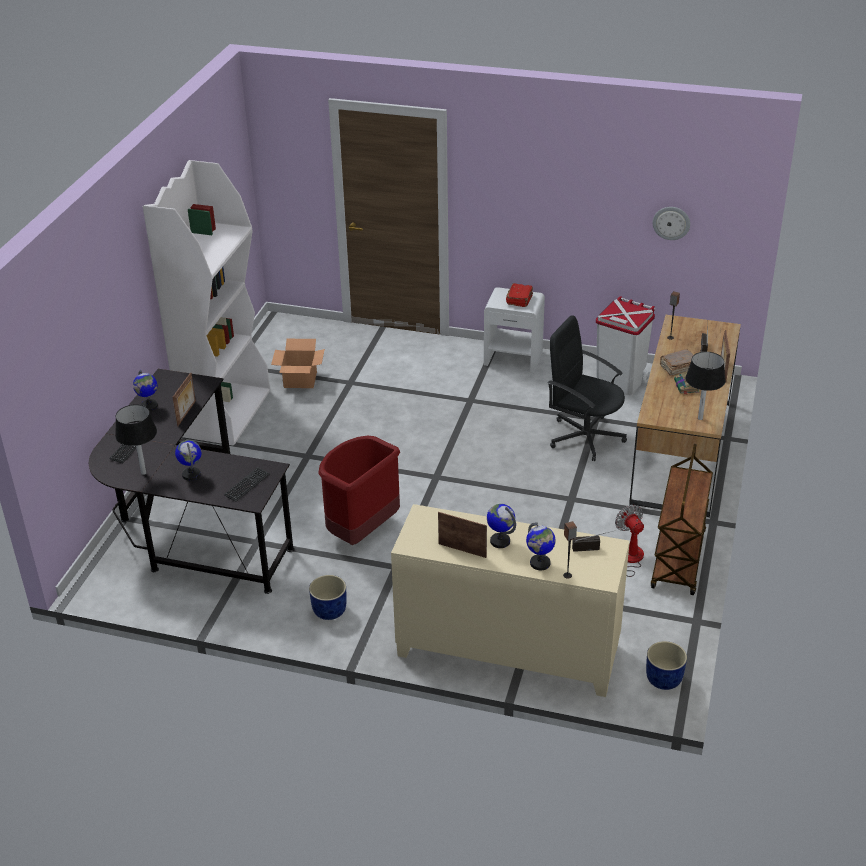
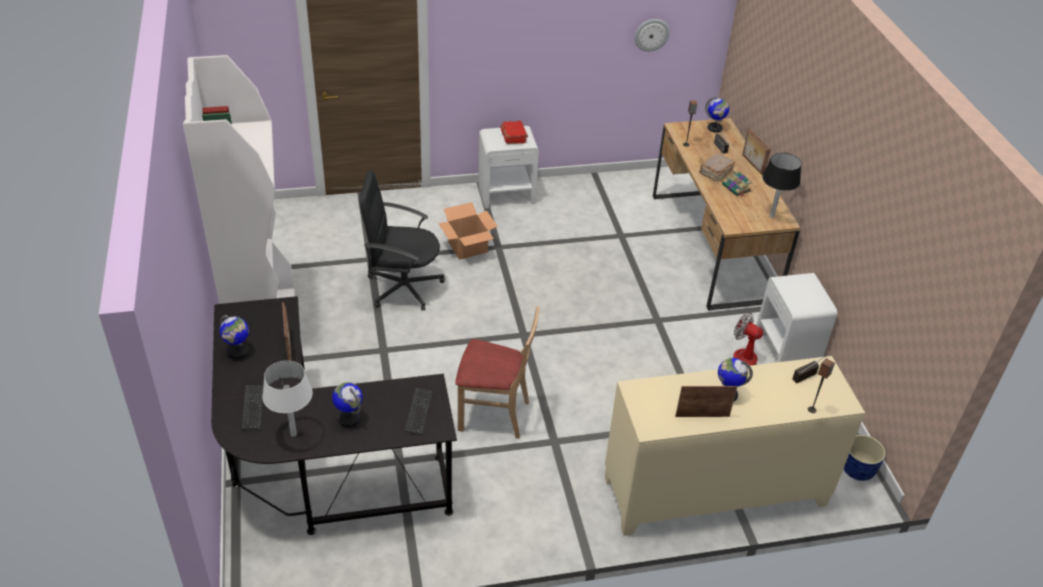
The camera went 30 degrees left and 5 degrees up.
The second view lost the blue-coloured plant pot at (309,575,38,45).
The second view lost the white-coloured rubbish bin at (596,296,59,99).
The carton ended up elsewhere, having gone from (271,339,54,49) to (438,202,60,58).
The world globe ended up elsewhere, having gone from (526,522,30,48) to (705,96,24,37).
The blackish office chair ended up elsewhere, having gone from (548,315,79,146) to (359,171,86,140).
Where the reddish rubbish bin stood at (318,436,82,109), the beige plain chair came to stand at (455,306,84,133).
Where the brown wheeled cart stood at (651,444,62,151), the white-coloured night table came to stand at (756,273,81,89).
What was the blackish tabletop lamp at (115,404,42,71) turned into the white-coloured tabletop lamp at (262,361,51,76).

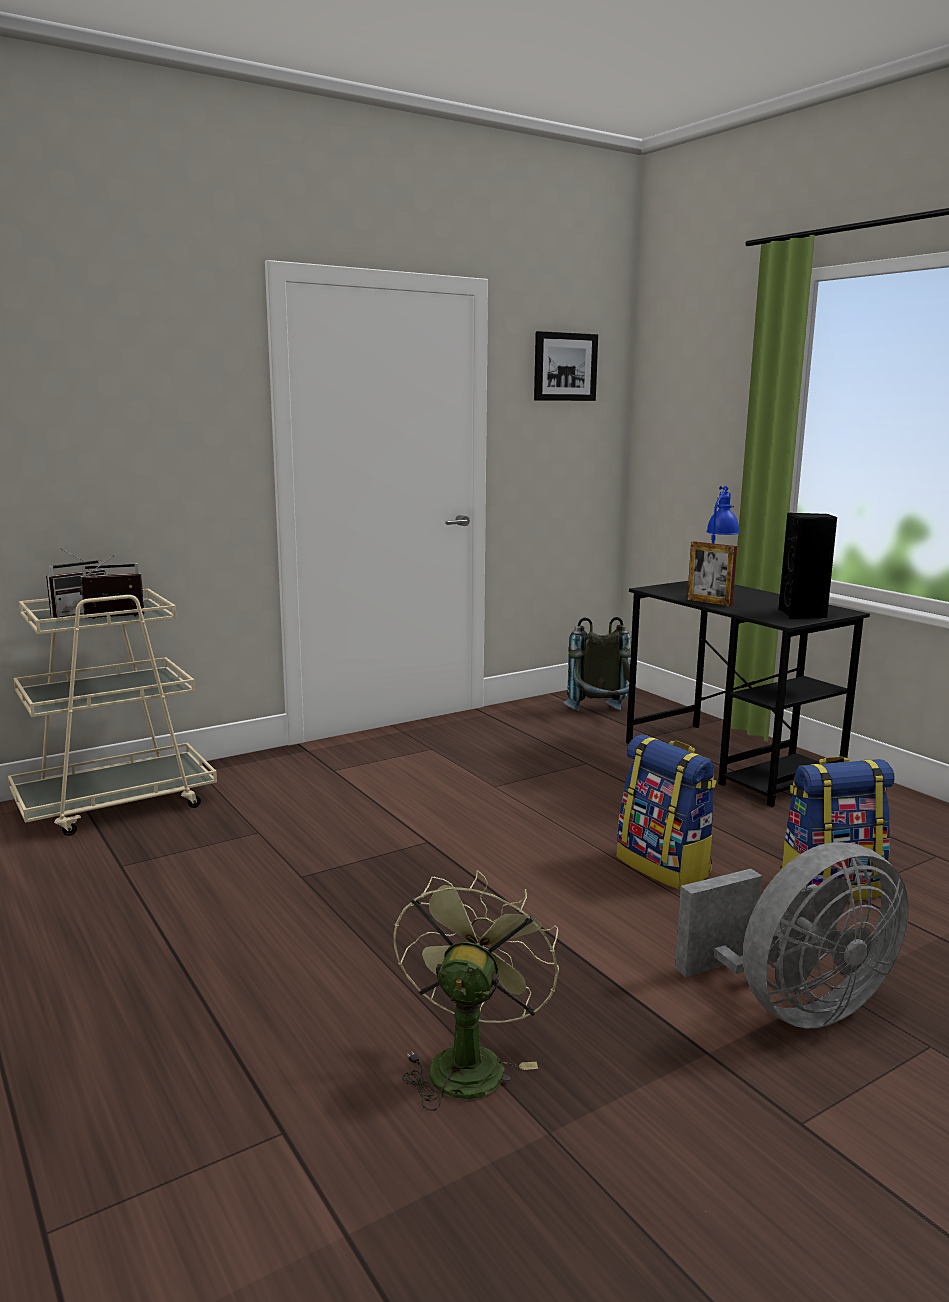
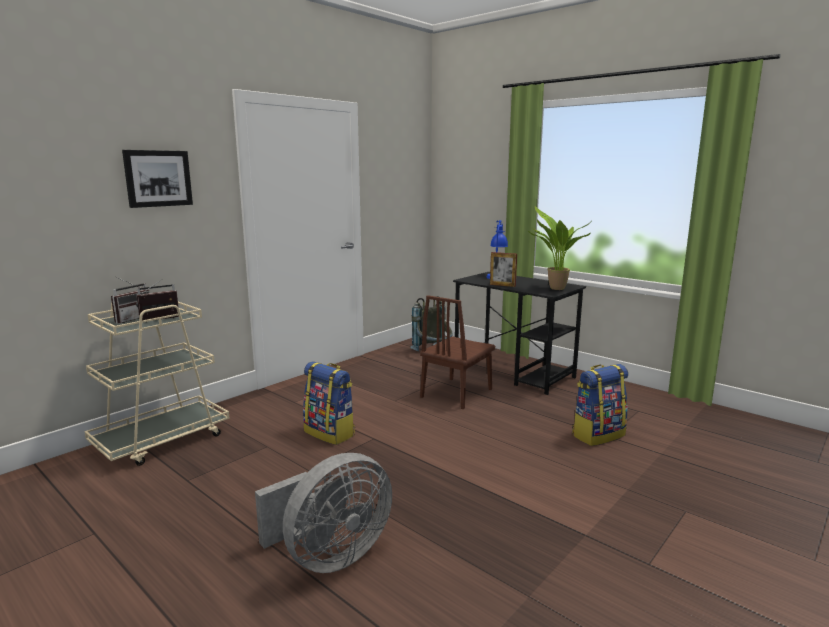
The camera went 15 degrees left and 0 degrees up.
The second view lost the green cooling fan at (393,870,166,241).
The second view gained the brown plain chair at (420,295,75,114).
The wall art ended up elsewhere, having gone from (534,331,64,70) to (122,150,71,58).
The backpack ended up elsewhere, having gone from (617,735,100,155) to (303,362,52,83).
The gray cooling fan ended up elsewhere, having gone from (675,842,234,186) to (255,453,137,120).
Where the blackish audio speaker stood at (779,513,58,106), the houseplant came to stand at (528,206,63,84).

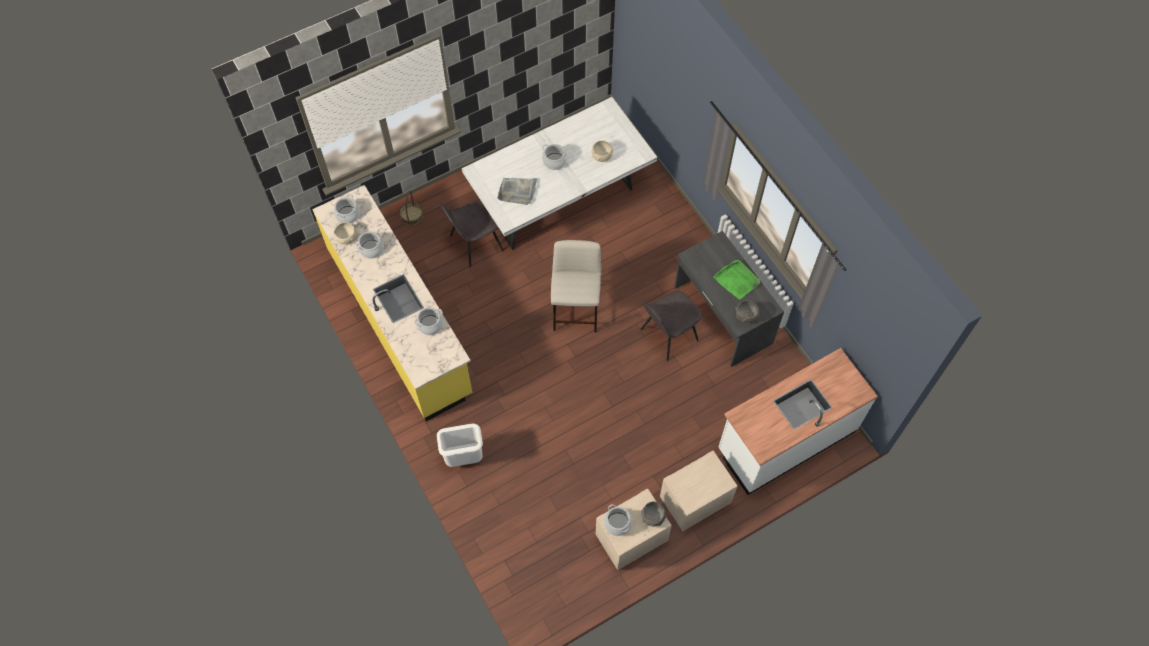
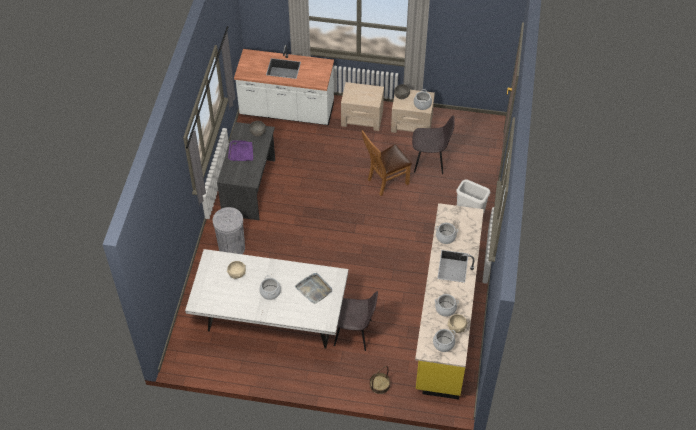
The camera went 140 degrees left and 10 degrees down.
The second view lost the beige stool at (551,240,50,93).
The second view gained the gray rubbish bin at (213,207,32,47).
The second view gained the brown plain chair at (362,130,50,66).
The gray plain chair ended up elsewhere, having gone from (641,290,61,71) to (412,115,43,59).
What was the green carrying tray at (714,260,46,40) turned into the purple-coloured carrying tray at (228,140,25,21).

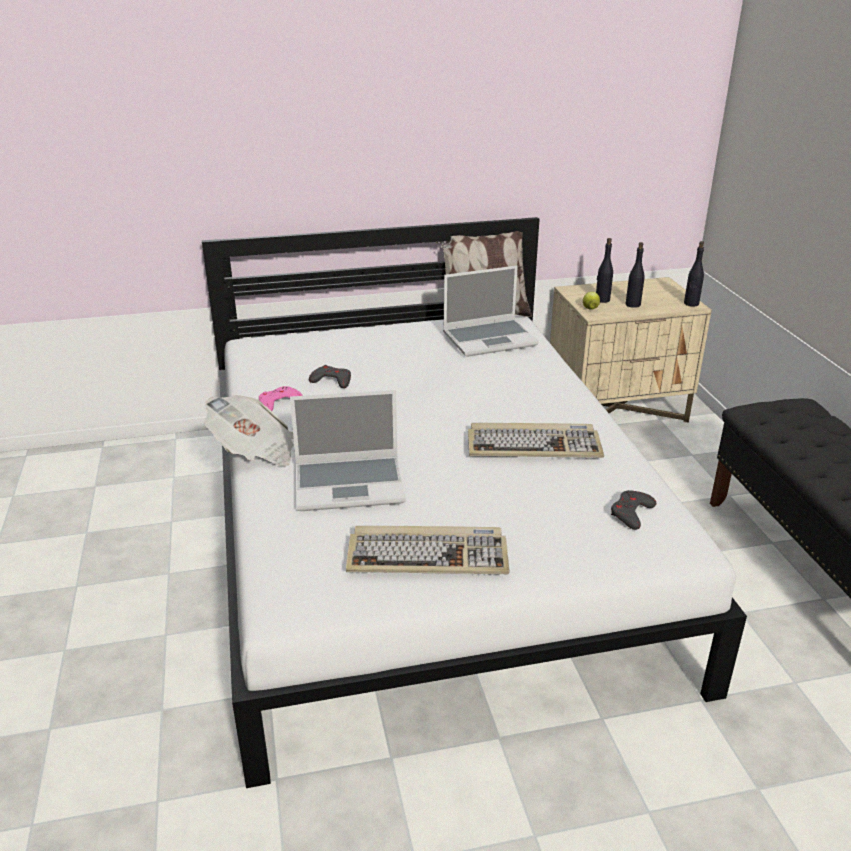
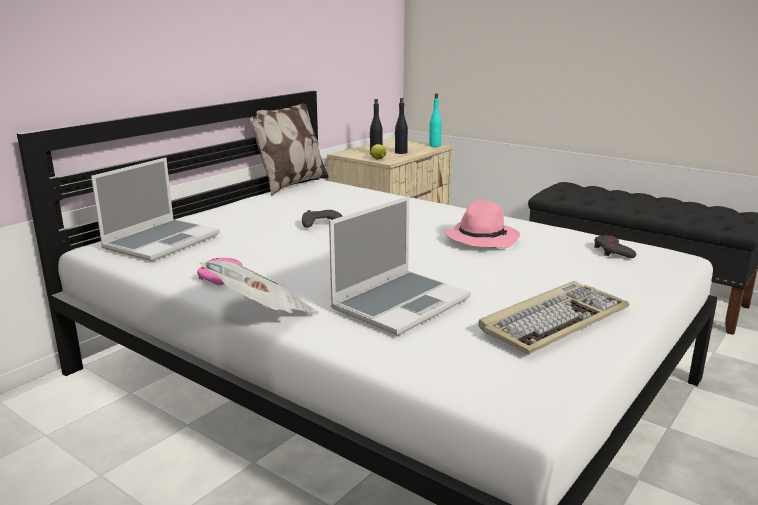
The camera went 40 degrees left and 10 degrees down.
The gray gamepad ended up elsewhere, having gone from (309,365,42,23) to (302,210,41,18).
The portable computer ended up elsewhere, having gone from (443,266,96,91) to (91,157,129,104).
Where the PC keyboard stood at (468,423,136,35), the pinkish hat came to stand at (444,200,76,48).
What was the blackish beverage bottle at (684,241,20,66) turned into the turquoise-coloured beverage bottle at (429,93,13,54).

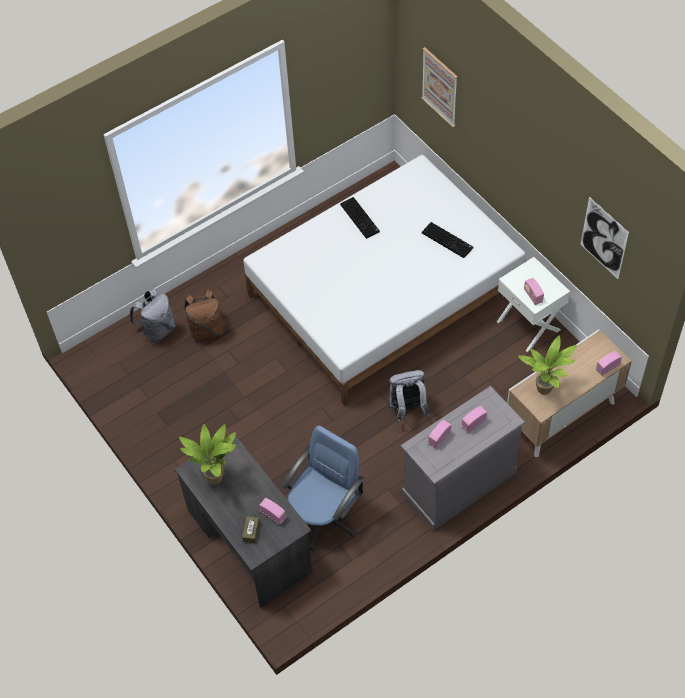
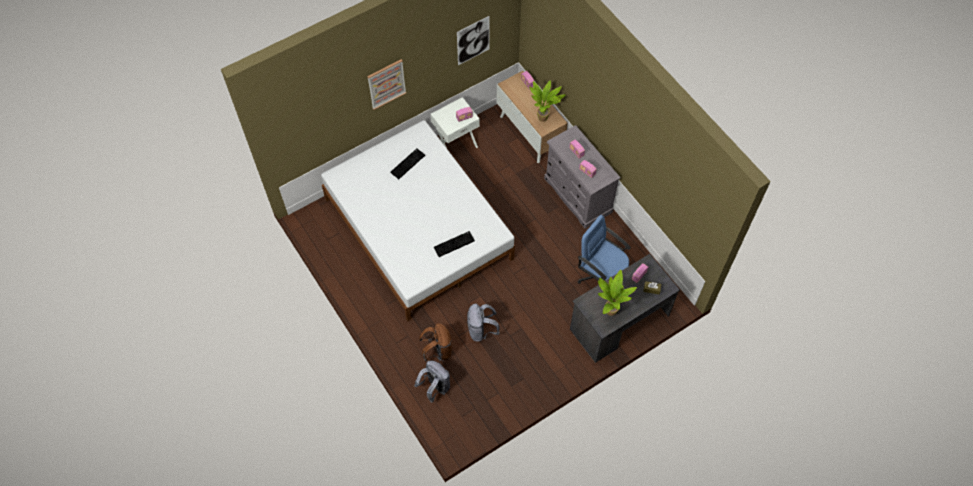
The camera went 90 degrees left and 5 degrees up.
The PC keyboard ended up elsewhere, having gone from (340,197,40,42) to (434,231,41,26).
The gray backpack ended up elsewhere, having gone from (389,370,41,53) to (467,304,33,38).
The wall art ended up elsewhere, having gone from (421,47,37,81) to (367,59,39,51).

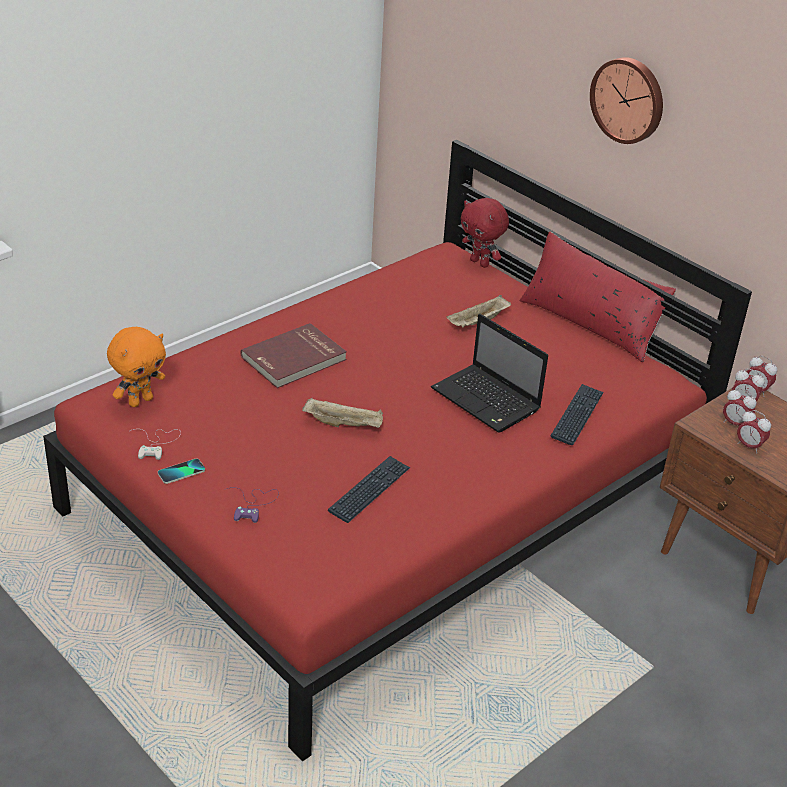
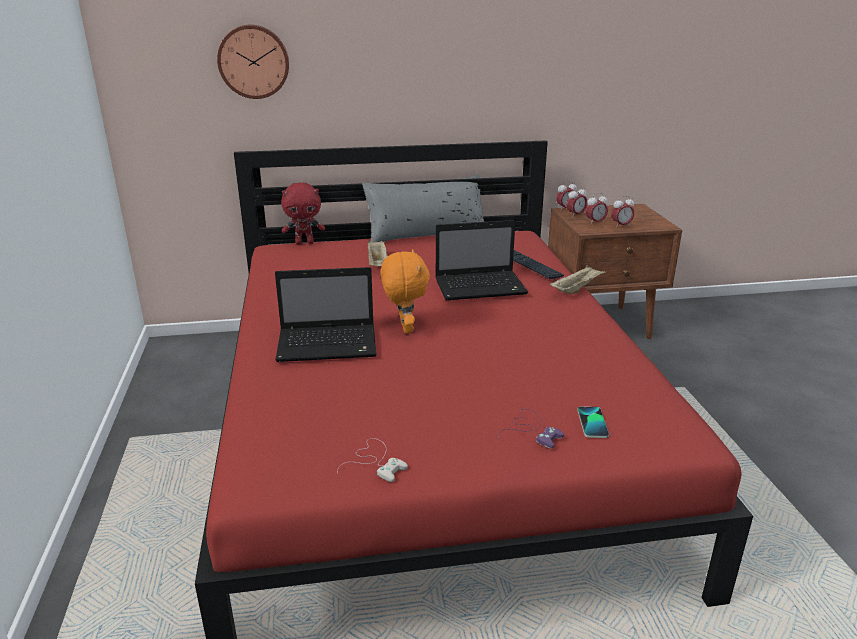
The camera went 55 degrees left and 10 degrees down.
The second view lost the PC keyboard at (328,456,82,67).
The orange-coloured plush toy ended up elsewhere, having gone from (107,327,59,80) to (381,249,49,84).
The handset ended up elsewhere, having gone from (158,459,47,25) to (577,406,32,32).
The beige carrying tray ended up elsewhere, having gone from (302,398,81,30) to (550,265,56,29).
The hanging clock ended up elsewhere, having gone from (590,57,73,87) to (217,25,72,74).
Where the reddish bound book stood at (241,323,106,65), the portable computer came to stand at (275,267,101,95).
What was the reddish pillow at (520,231,156,131) turned into the gray pillow at (362,174,122,68).

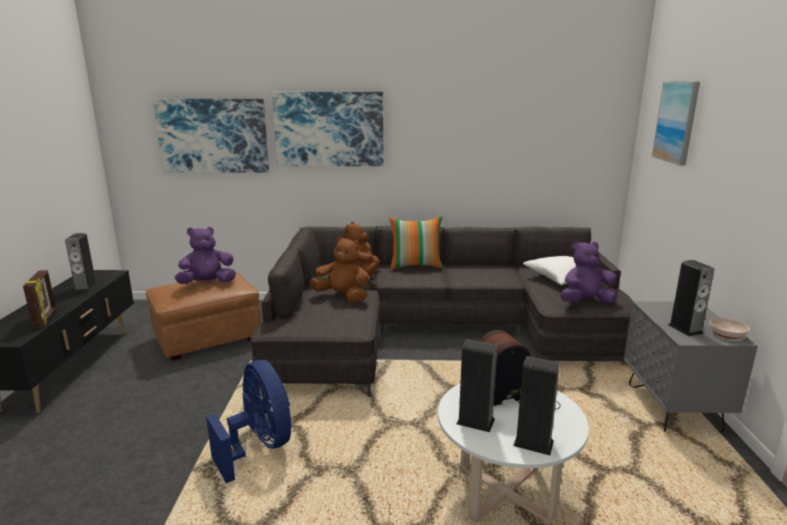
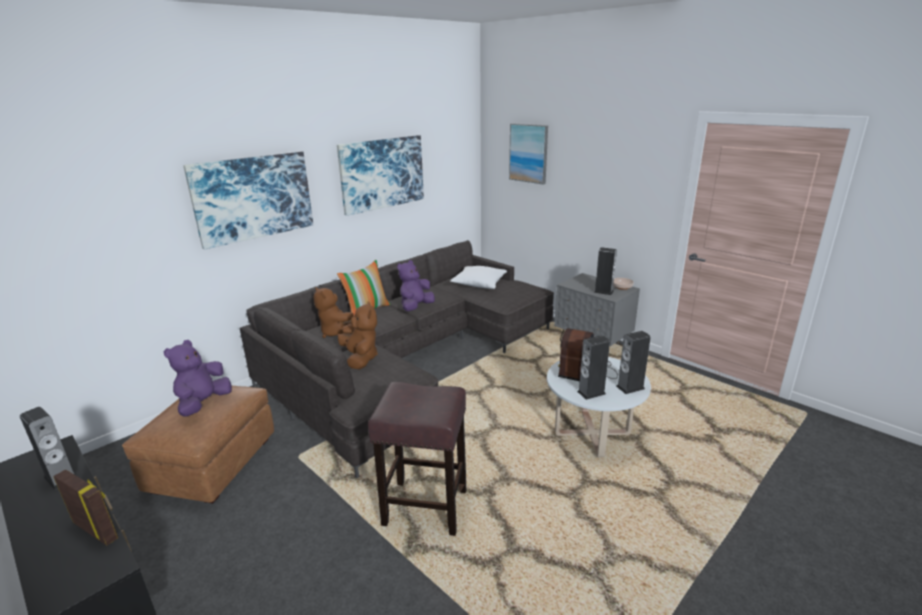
The camera went 45 degrees left and 5 degrees up.
The wall art ended up elsewhere, having gone from (153,99,116,74) to (337,135,87,81).
The purple-coloured plush toy ended up elsewhere, having gone from (561,241,56,63) to (397,260,38,51).
Where the blue-coloured cooling fan stood at (206,360,85,123), the brown stool came to stand at (368,382,98,154).
The brown plush toy at (309,236,60,67) ended up facing another way, 90 degrees clockwise from before.

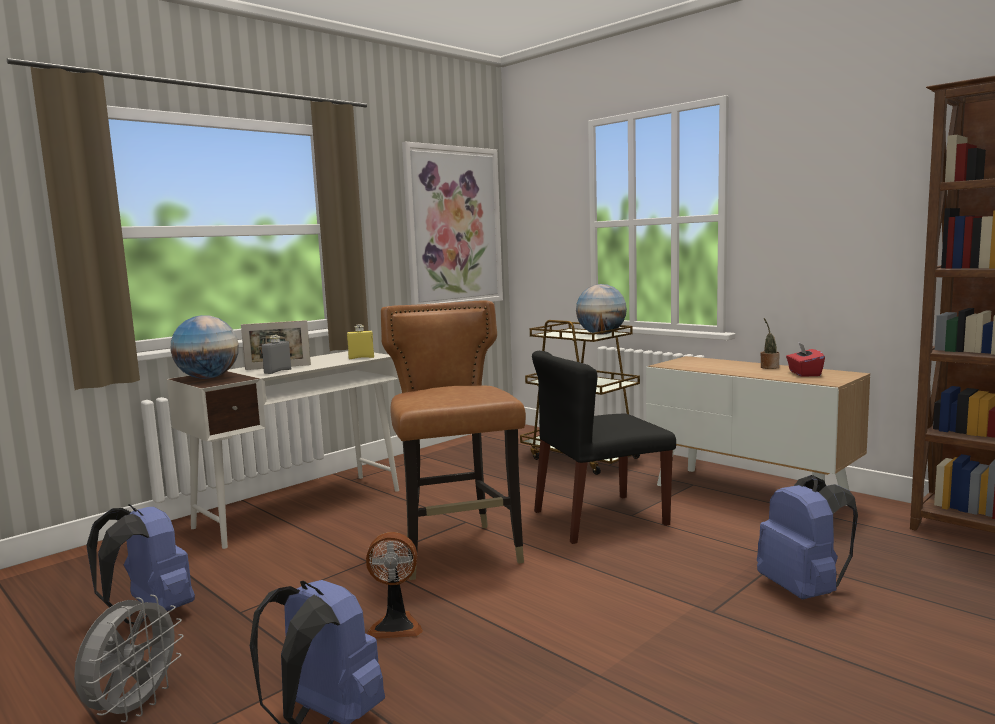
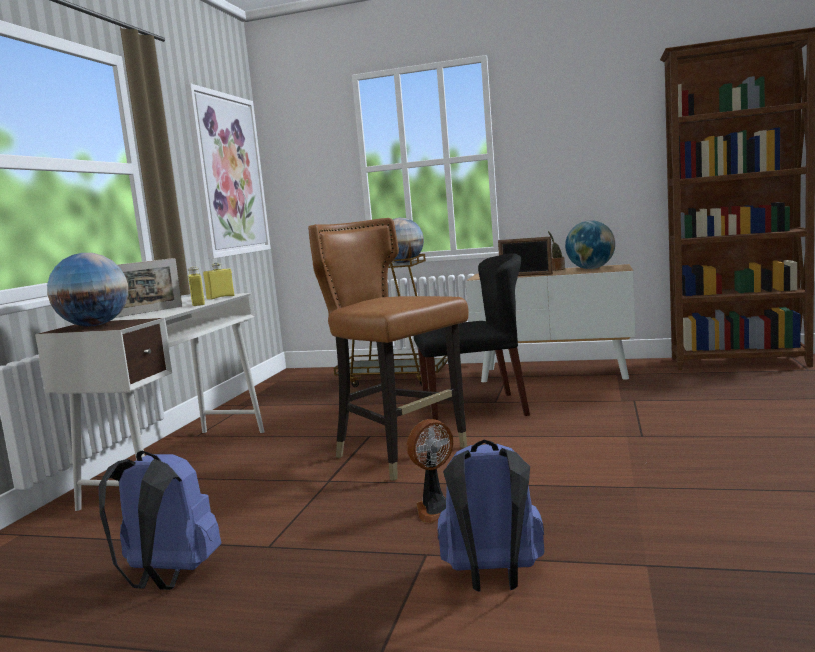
The camera went 30 degrees left and 0 degrees up.
The second view lost the gray cooling fan at (74,595,110,128).
The second view lost the gray beverage bottle at (262,335,29,39).
The second view lost the blue-coloured backpack at (757,475,101,124).
The second view gained the yellowish beverage bottle at (188,267,17,39).
The second view gained the picture frame at (498,236,55,40).
Where the reddish tissue holder stood at (786,343,39,34), the world globe came to stand at (565,220,50,49).
The blackish plain chair at (532,351,144,193) ended up facing another way, 135 degrees counterclockwise from before.

